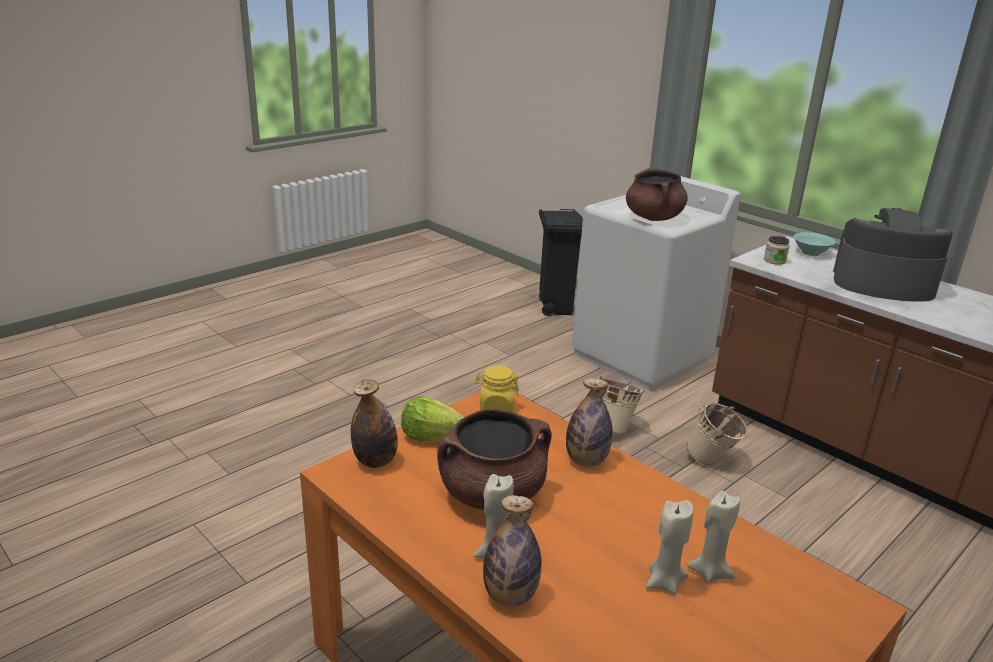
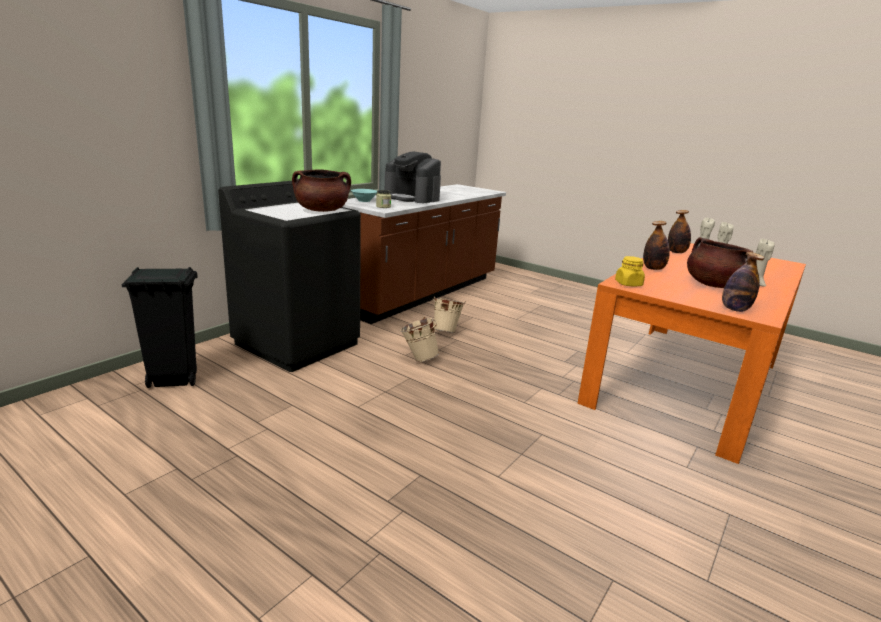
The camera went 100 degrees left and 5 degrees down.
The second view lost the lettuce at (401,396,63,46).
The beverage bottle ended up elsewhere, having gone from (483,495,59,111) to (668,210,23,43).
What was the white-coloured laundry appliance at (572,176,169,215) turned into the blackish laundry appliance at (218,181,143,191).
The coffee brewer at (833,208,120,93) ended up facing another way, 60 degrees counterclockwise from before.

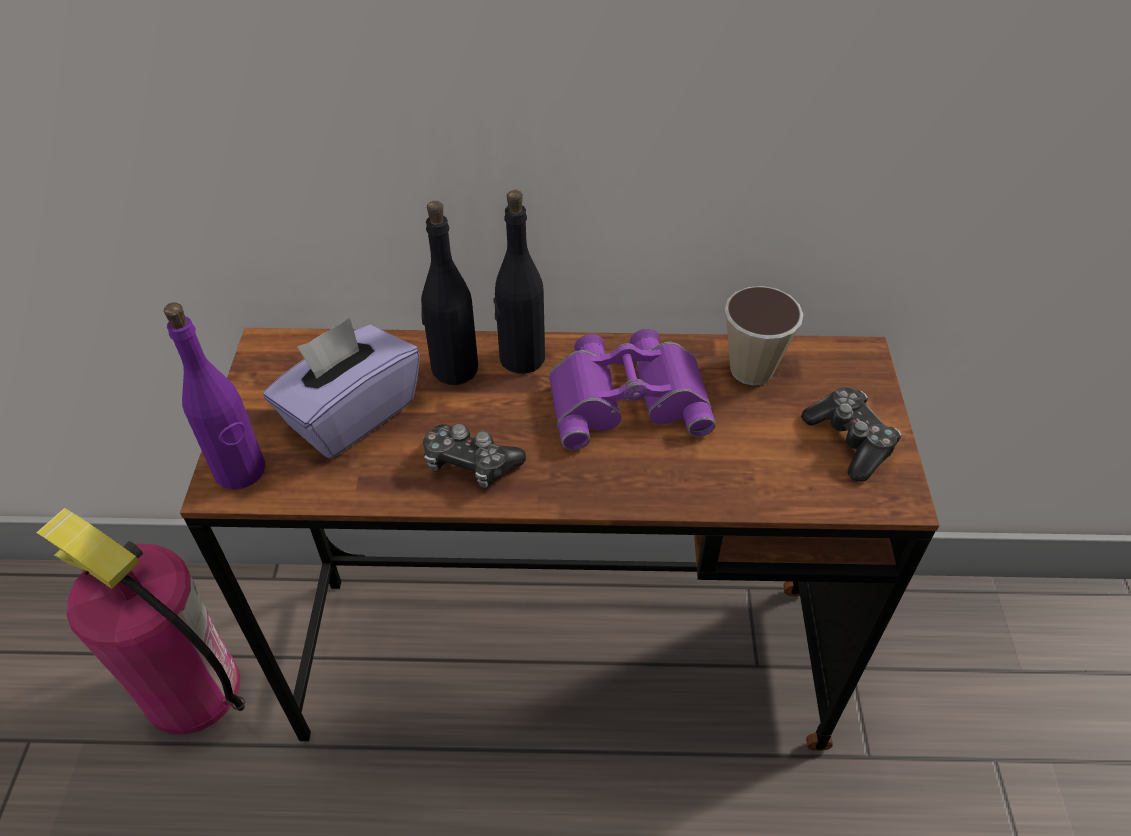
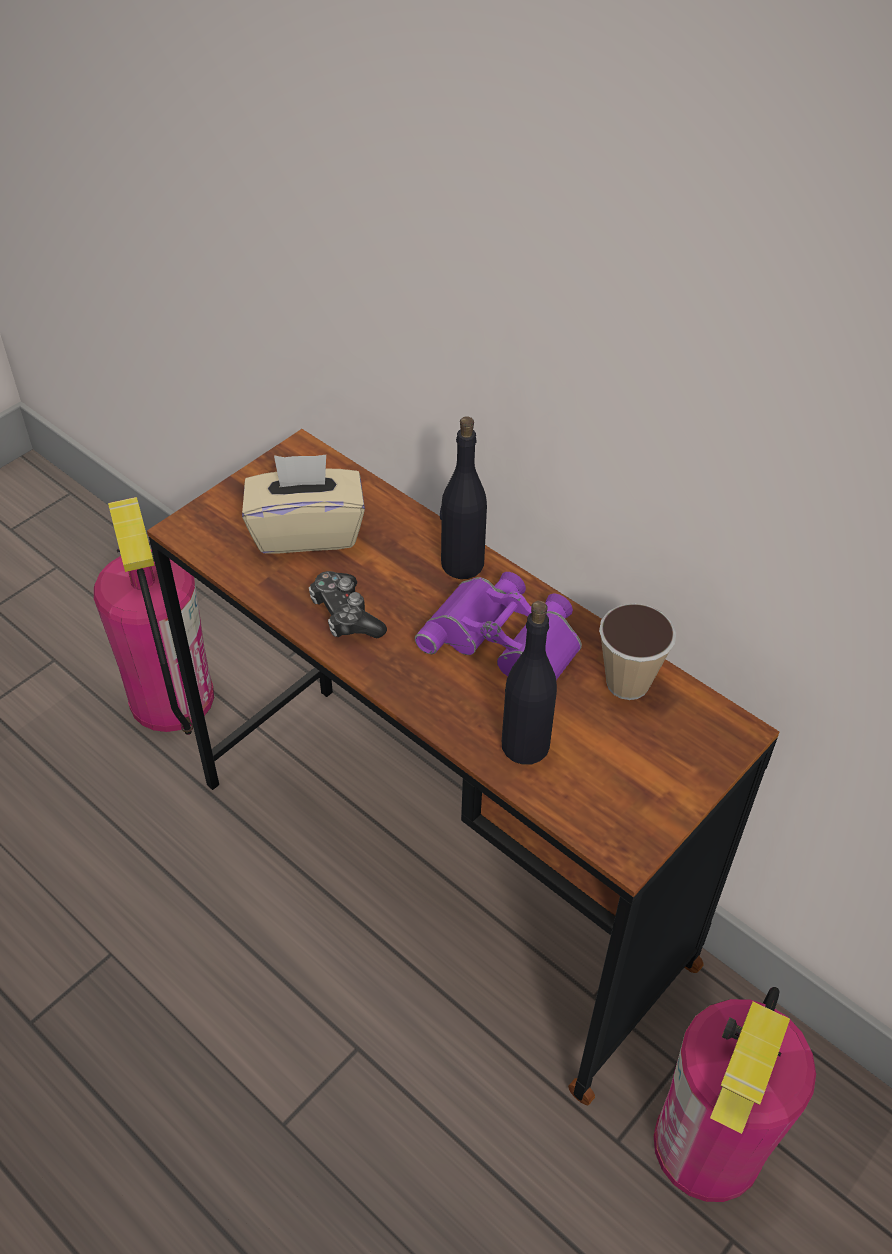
The camera went 40 degrees right and 0 degrees up.
The second view lost the purple-coloured beverage bottle at (164,302,101,188).
The second view lost the gamepad at (801,387,101,95).
The second view gained the extinguisher at (654,987,162,215).
The blackish beverage bottle ended up elsewhere, having gone from (421,200,57,185) to (502,601,55,163).
What was the purple-coloured tissue holder at (263,317,157,141) turned into the beige tissue holder at (242,455,123,99).

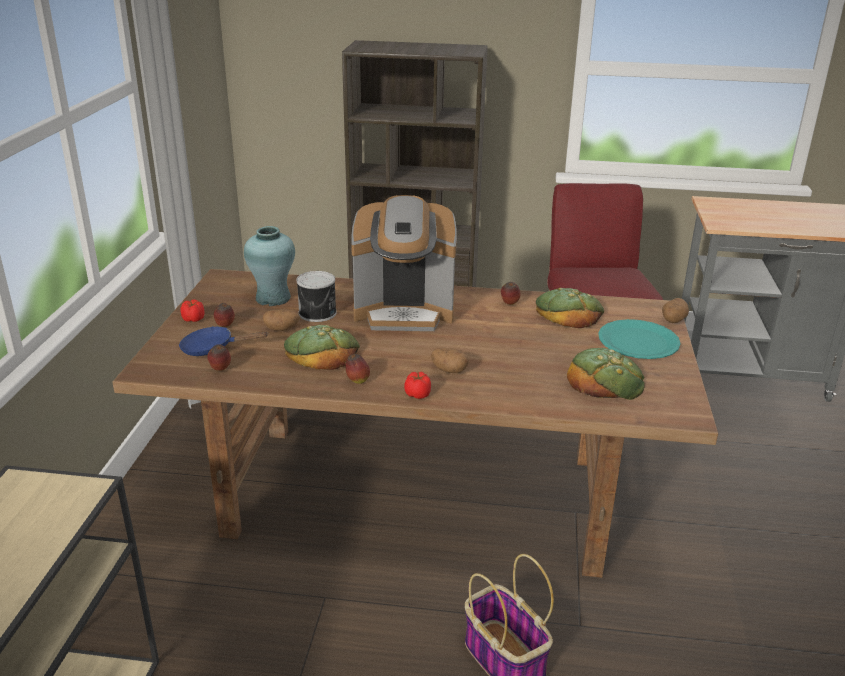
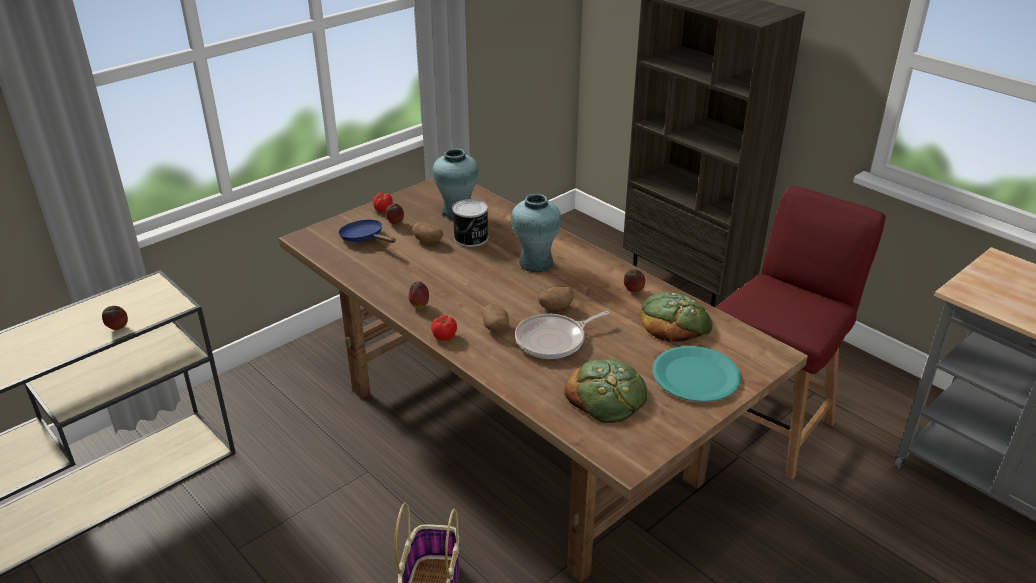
The camera went 40 degrees right and 5 degrees up.
The second view lost the bakery bread at (284,325,76,45).
The second view gained the frying pan at (515,311,95,48).
The whole apple ended up elsewhere, having gone from (207,344,24,27) to (102,306,26,24).
The whole potato ended up elsewhere, having gone from (662,298,27,25) to (538,287,35,23).
Where the coffee brewer stood at (351,195,106,136), the turquoise-coloured vase came to stand at (511,194,50,79).

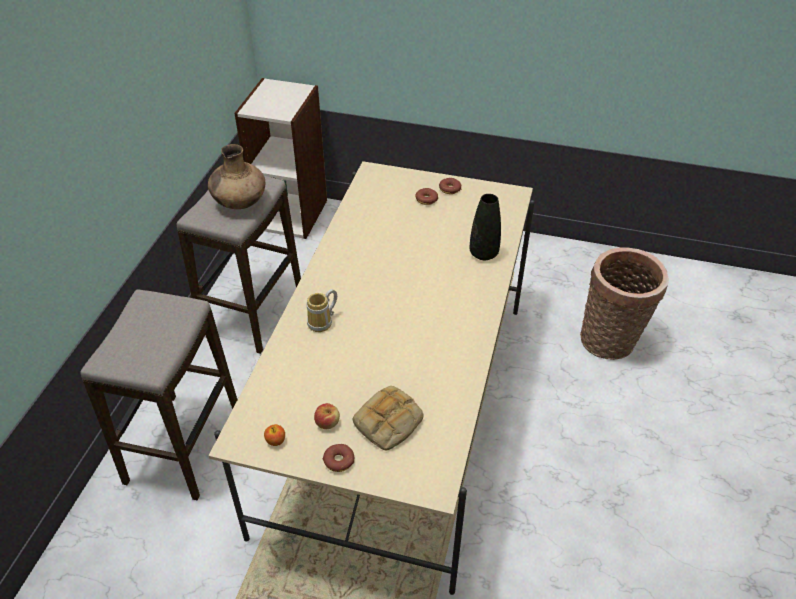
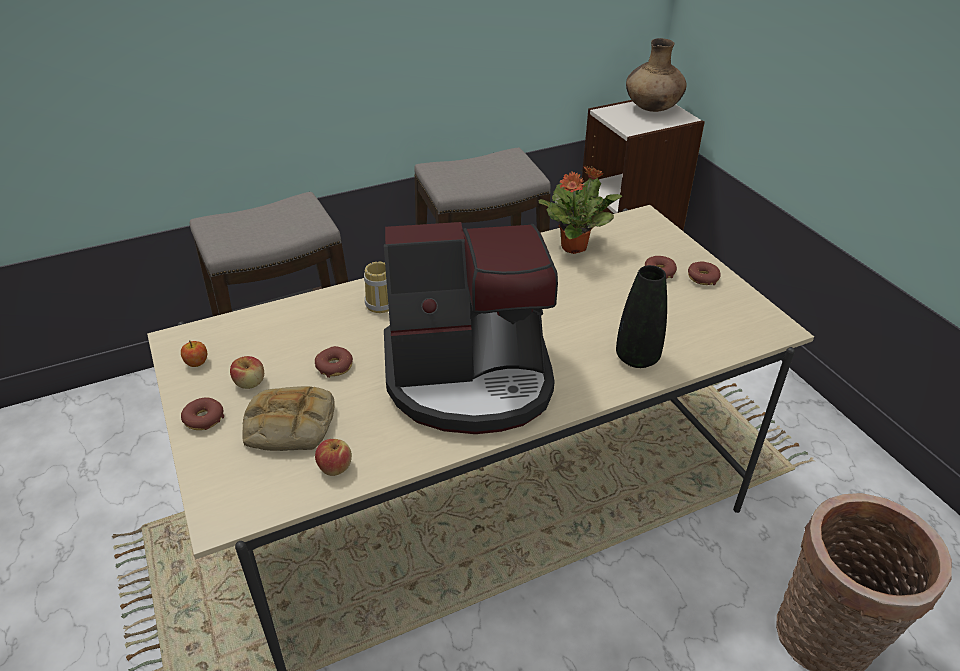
The camera went 50 degrees right and 5 degrees down.
The second view gained the ring doughnut at (315,346,38,32).
The second view gained the whole apple at (315,439,37,37).
The second view gained the coffee brewer at (384,222,174,212).
The second view gained the houseplant at (538,165,84,89).
The brown vase ended up elsewhere, having gone from (208,144,57,65) to (626,38,61,74).

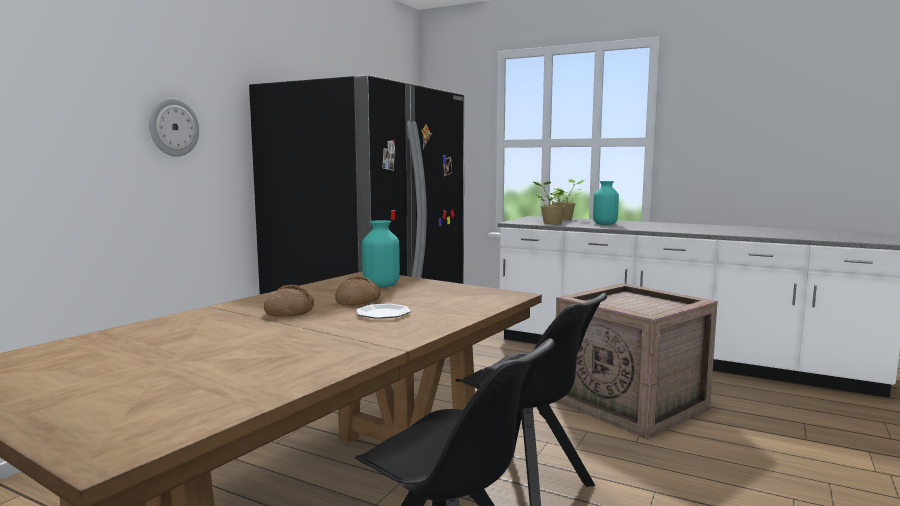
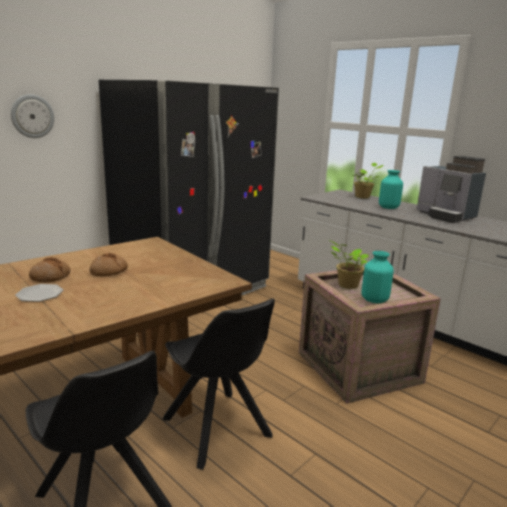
The camera went 15 degrees right and 10 degrees up.
The second view gained the coffee brewer at (417,156,69,67).
The dinner plate ended up elsewhere, having gone from (356,304,55,15) to (15,284,48,18).
The turquoise-coloured vase ended up elsewhere, having gone from (362,220,38,68) to (361,251,33,52).
The houseplant ended up elsewhere, having gone from (533,181,36,43) to (329,240,40,49).

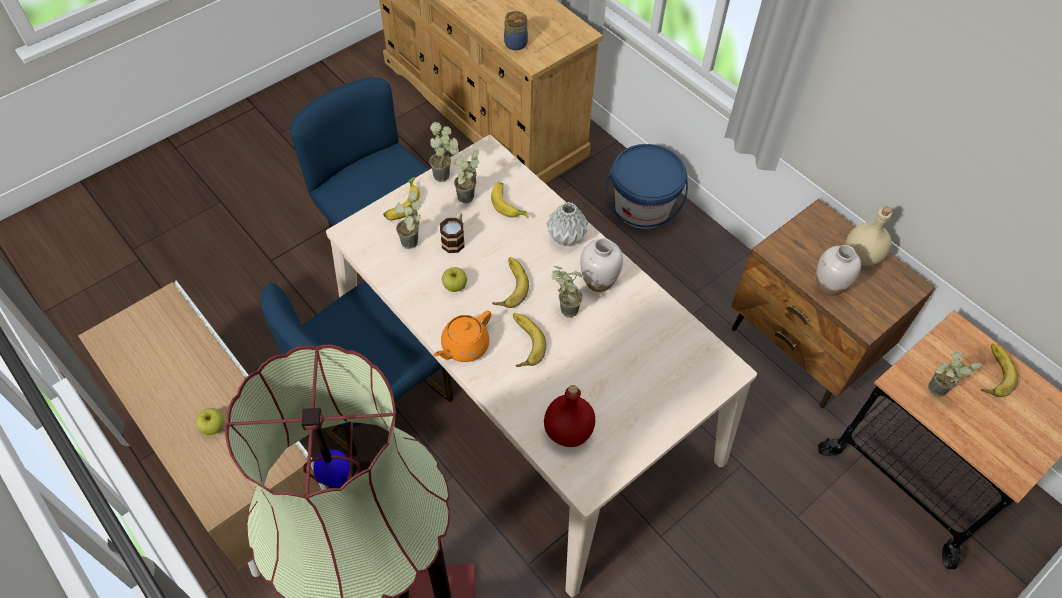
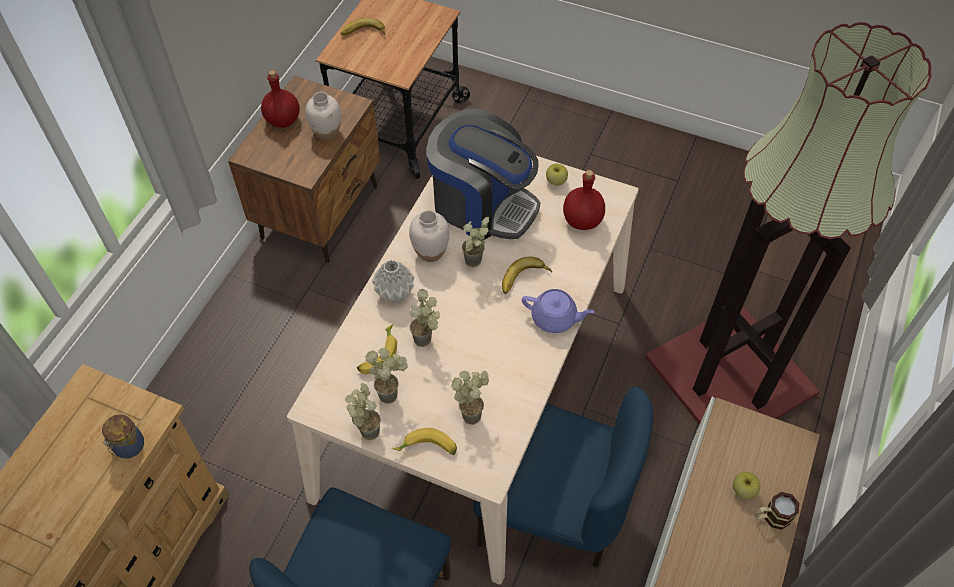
The camera went 115 degrees left and 0 degrees up.
The second view lost the whole banana at (492,257,37,51).
The second view lost the blue-coloured water bucket at (607,144,81,85).
The second view gained the coffee brewer at (427,108,113,132).
The mug ended up elsewhere, having gone from (440,212,25,41) to (755,492,44,38).
The whole apple ended up elsewhere, having gone from (442,267,25,25) to (546,163,22,23).
The houseplant ended up elsewhere, having gone from (928,352,55,45) to (409,289,31,58).
What was the orange-coloured pot for tea at (433,310,58,52) turned into the purple-coloured pot for tea at (522,289,73,44).
What was the beige beverage bottle at (846,206,46,60) turned into the reddish beverage bottle at (261,70,39,58).

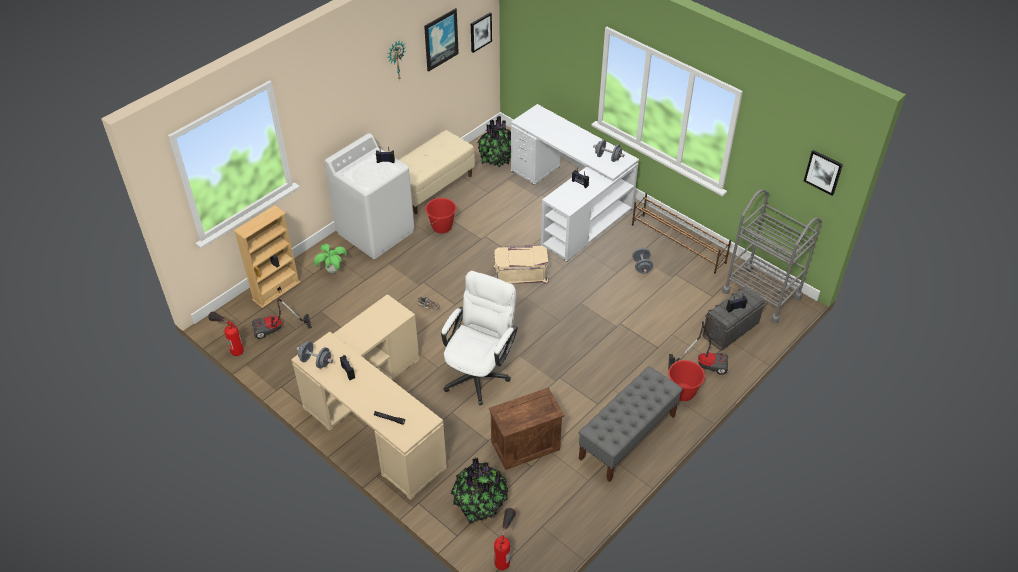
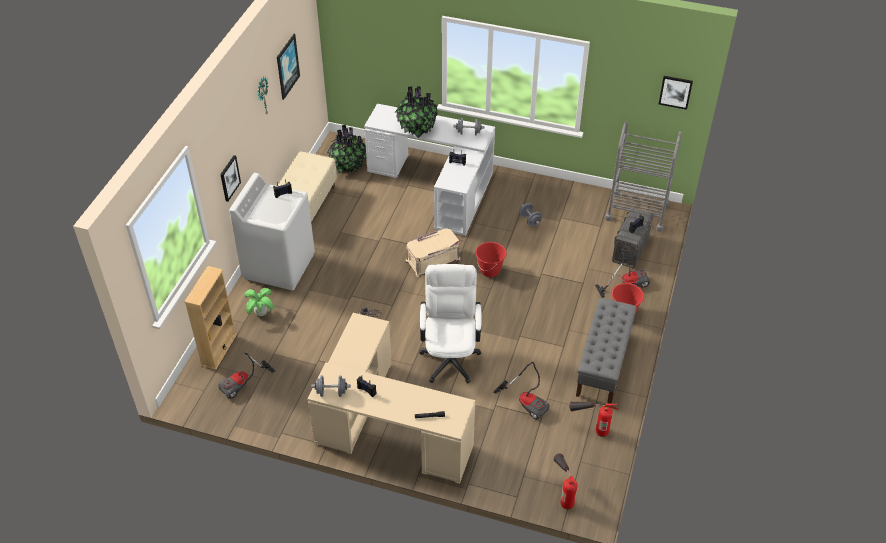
The camera went 25 degrees left and 0 degrees up.
The second view lost the brown shoe shelf at (632,193,99,80).
The extinguisher ended up elsewhere, having gone from (208,312,36,44) to (569,401,50,36).
The reddish water bucket ended up elsewhere, having gone from (425,198,31,35) to (475,242,31,35).
The houseplant ended up elsewhere, having gone from (451,458,58,66) to (395,86,43,52).
The wall art ended up elsewhere, having gone from (471,13,21,40) to (220,155,21,47).
Where the shipping crate stood at (489,387,76,83), the vacuum cleaner came to stand at (493,362,57,58).

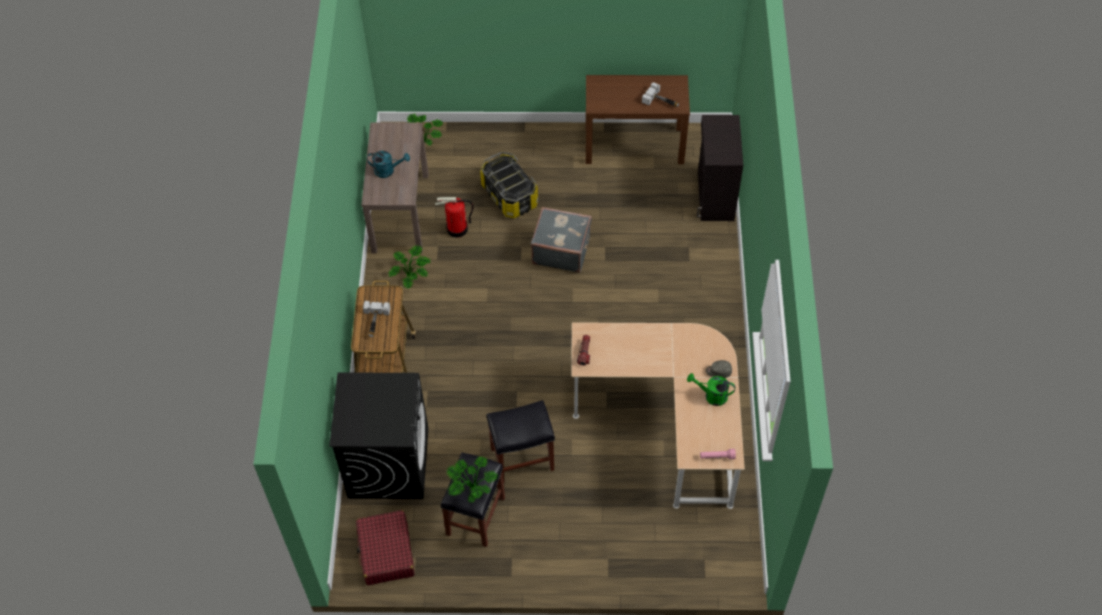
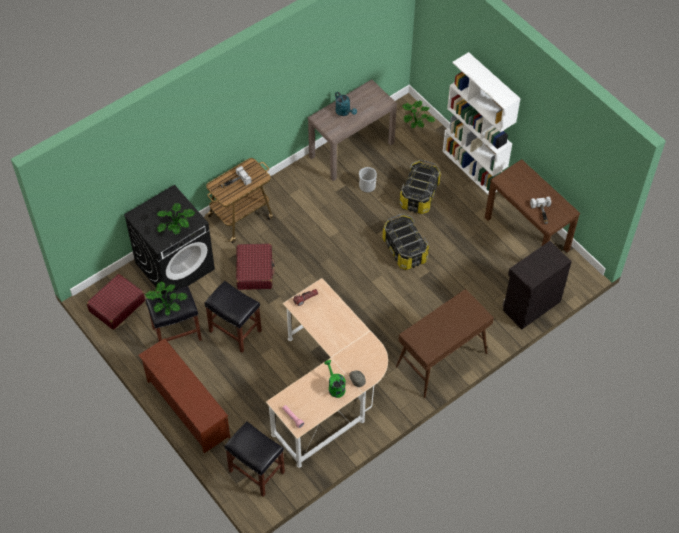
The camera went 50 degrees right and 0 degrees up.
The second view gained the brown shoe shelf at (138,338,92,115).
The second view gained the blackish stool at (225,422,60,75).
The second view gained the reddish piece of luggage at (236,243,39,47).
The second view gained the brown hall table at (396,289,98,109).
The second view gained the white-coloured shelving unit at (443,52,78,143).
The houseplant ended up elsewhere, having gone from (388,245,43,44) to (157,203,38,32).
Where the extinguisher stood at (435,197,39,41), the water bucket came to stand at (359,167,18,25).
Where the gray piece of luggage stood at (531,207,61,66), the storage container came to stand at (383,213,46,57).

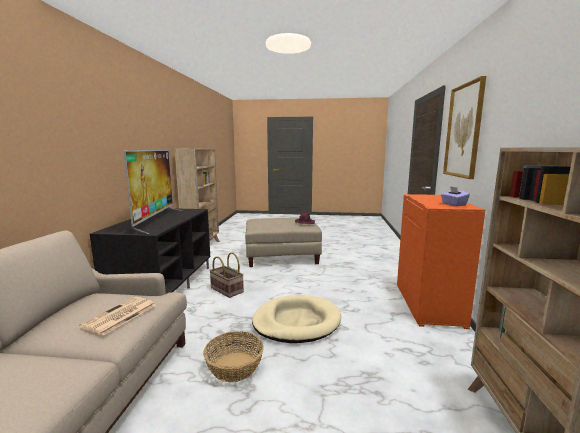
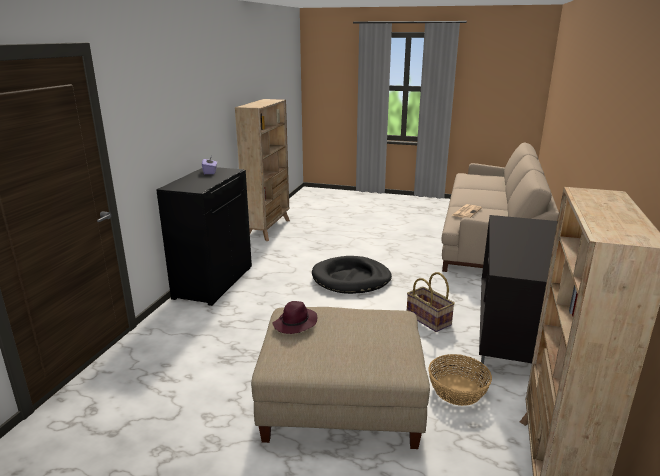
The camera went 170 degrees left and 10 degrees up.
The second view lost the television at (123,150,60,84).
The second view lost the wall art at (443,76,43,103).
The storage basket ended up elsewhere, having gone from (203,331,61,51) to (428,354,64,52).
What was the beige dog bed at (252,295,89,48) turned into the blackish dog bed at (312,256,80,38).
What was the orange-coloured cabinet at (397,194,88,135) turned into the blackish cabinet at (156,167,96,139).

